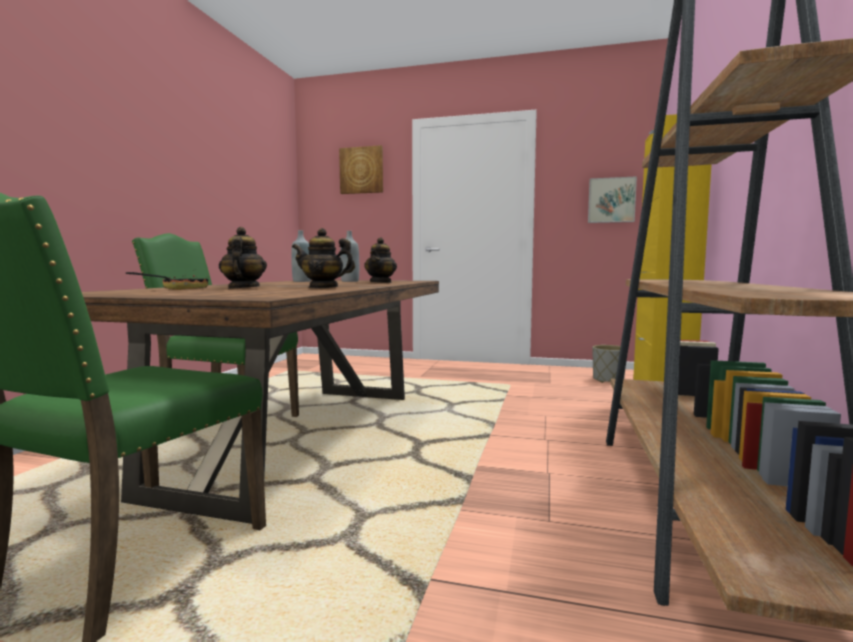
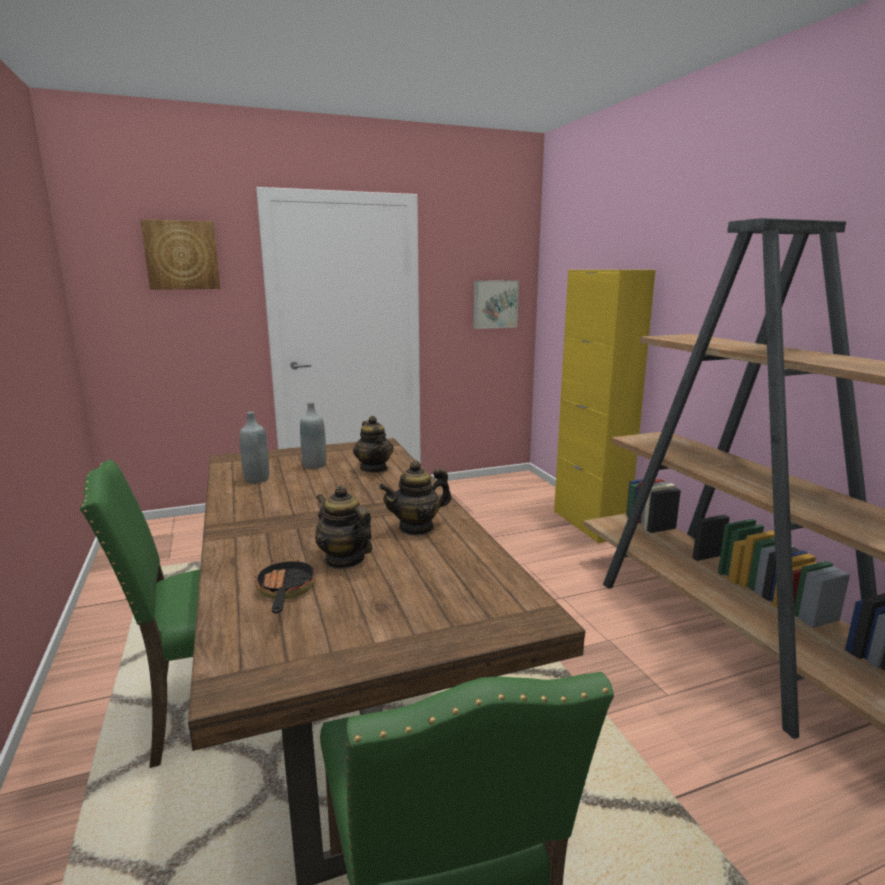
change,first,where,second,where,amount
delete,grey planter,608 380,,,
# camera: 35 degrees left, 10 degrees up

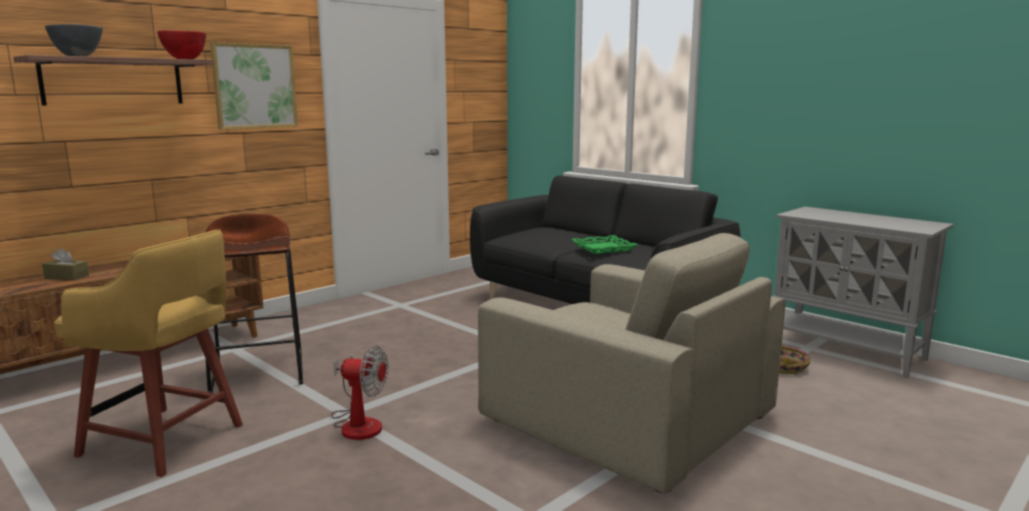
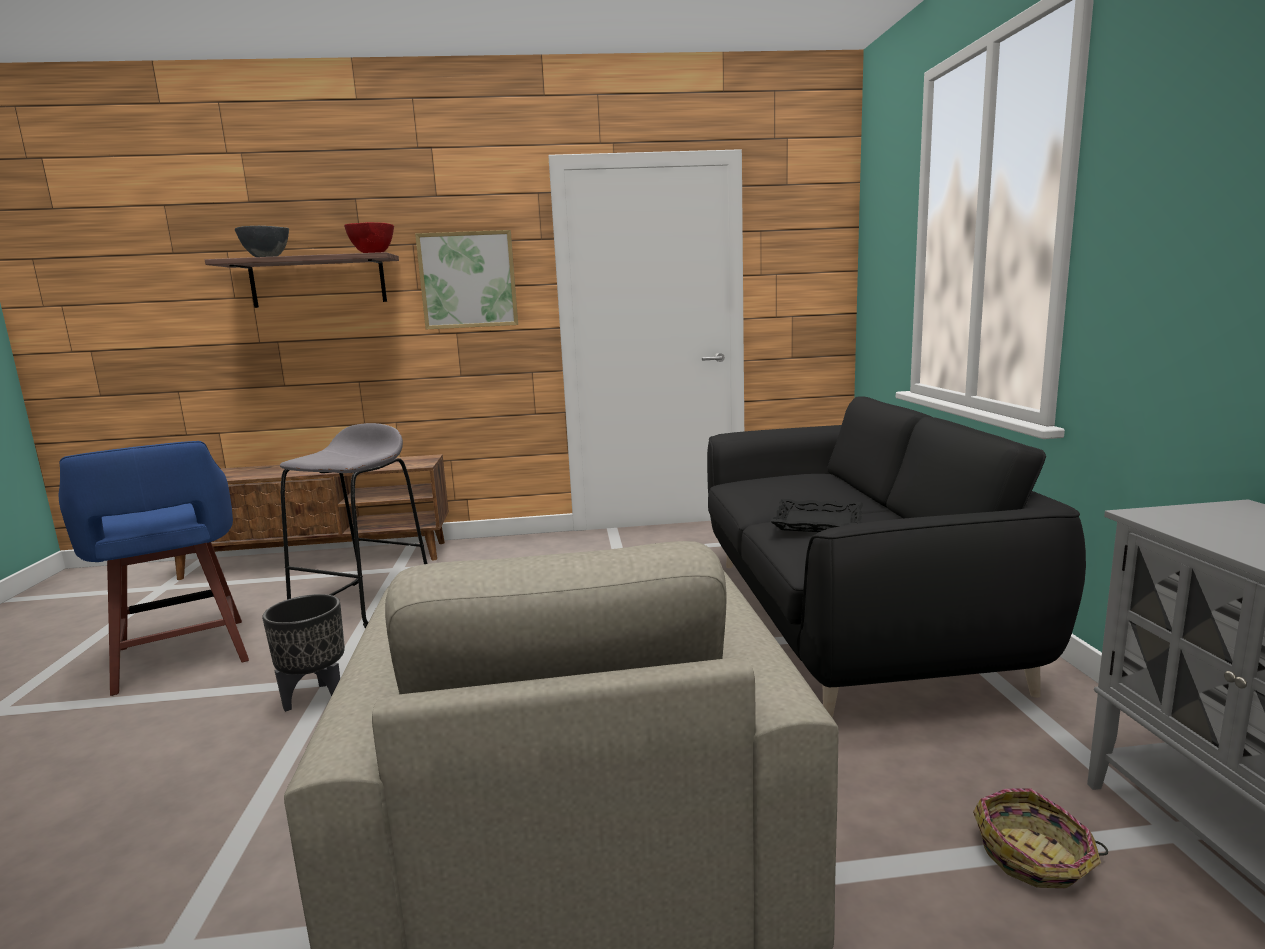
change,first,where,second,where,amount
delete,brown tissue box,66 277,,,
replace,fan,358 423,black planter,317 698,
recolor,yellow stool,165 441,blue stool,181 657,
recolor,brown stool,258 373,grey stool,364 603,
recolor,green tray,603 248,black tray,817 523,
# camera: 40 degrees right, 0 degrees up

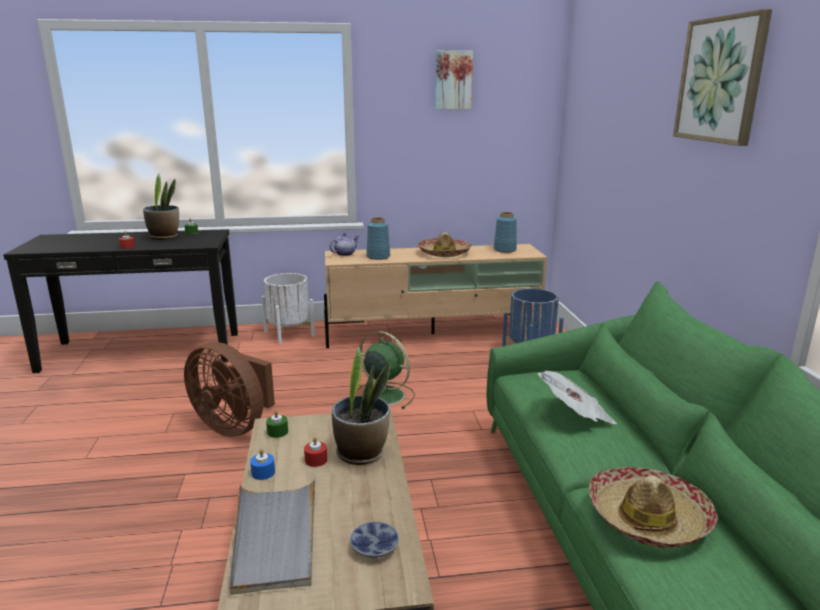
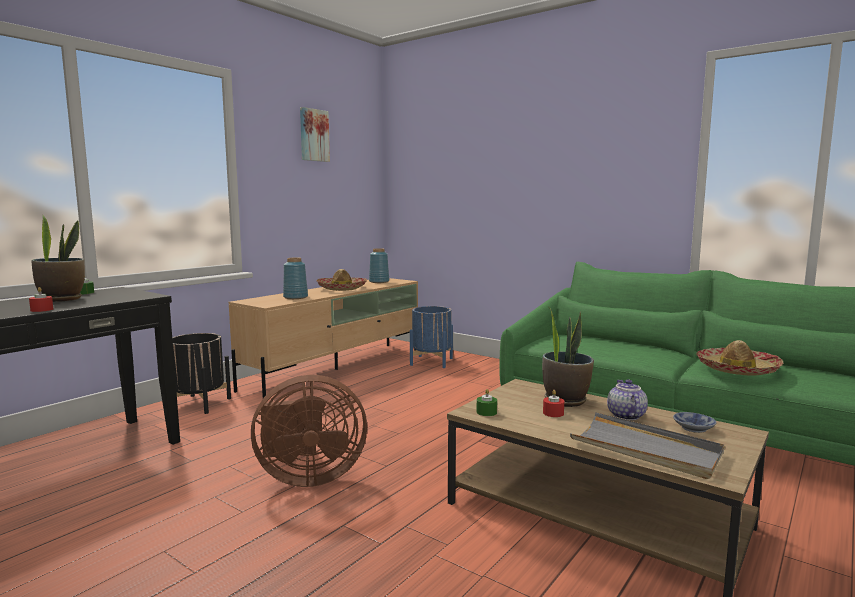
change,first,where,second,where,amount
delete,blue candle,263 472,,,
delete,green fan,382 395,,,
delete,newspaper,575 416,,,
delete,picture,721 80,,,
move,teapot,345 254,,625 415,
recolor,white planter,289 334,black planter,199 404,
# camera: 45 degrees left, 10 degrees down

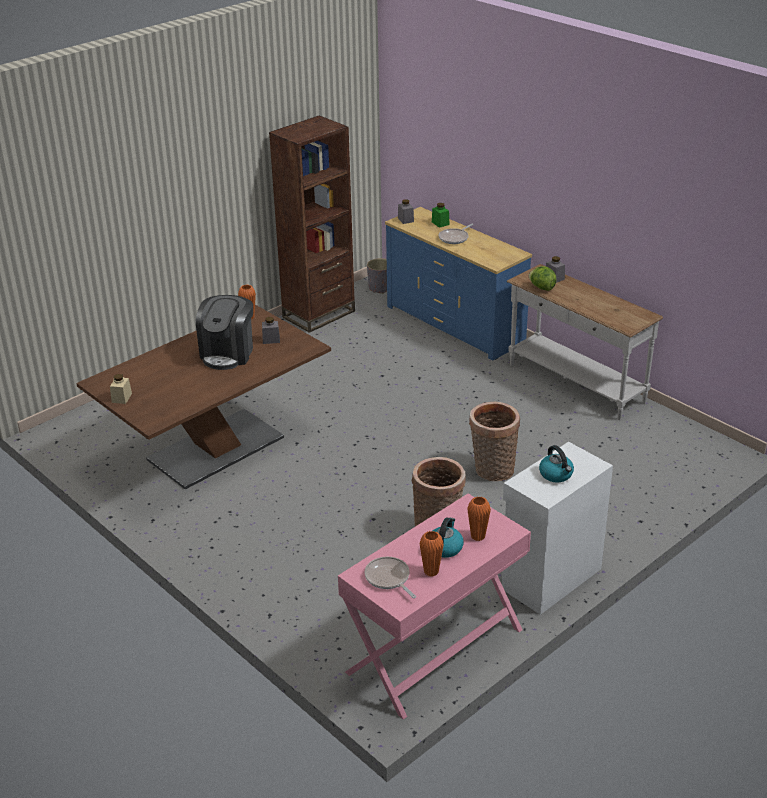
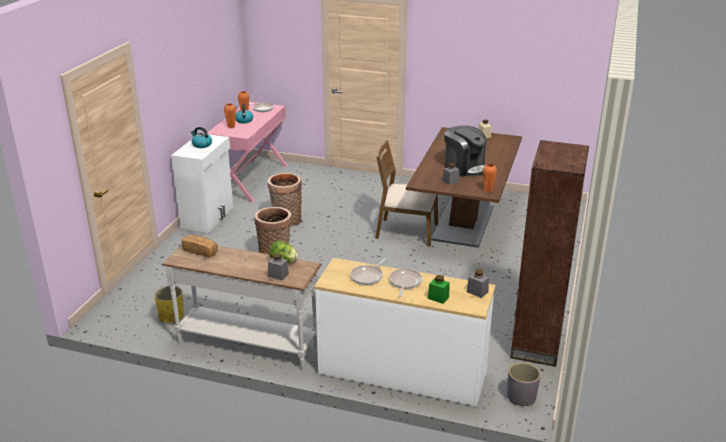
change,first,where,second,where,amount
insert,,,yellow planter,171 316,
insert,,,bread,201 251,
insert,,,frying pan,368 276,
insert,,,brown chair,406 231,
recolor,blue dresser,455 324,white dresser,402 374,
rotate,coffee machine,228 353,,464 167,150 degrees clockwise
# camera: 150 degrees right, 5 degrees down

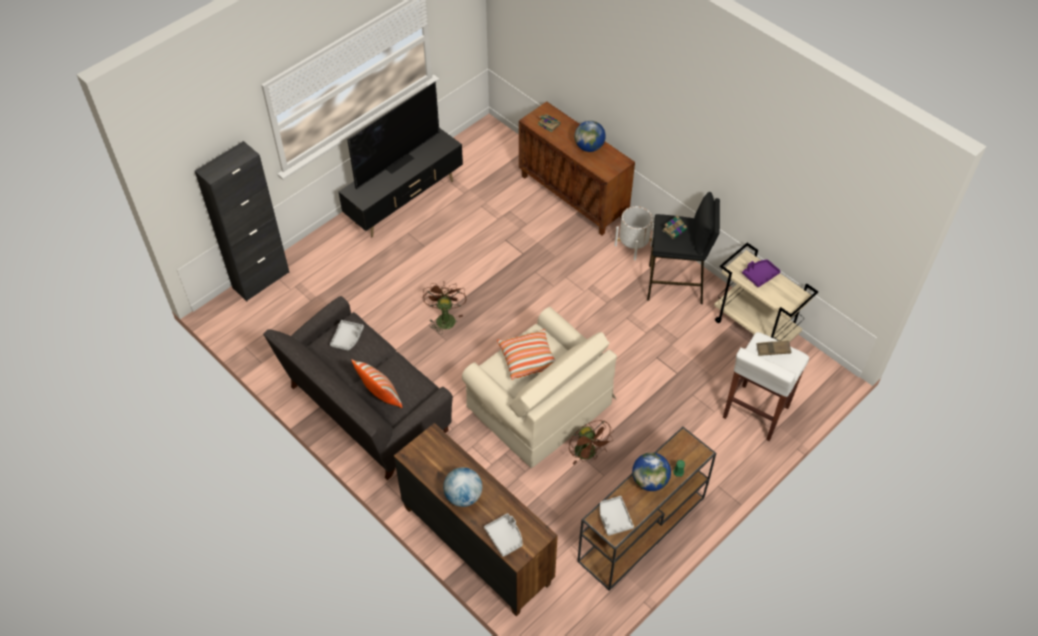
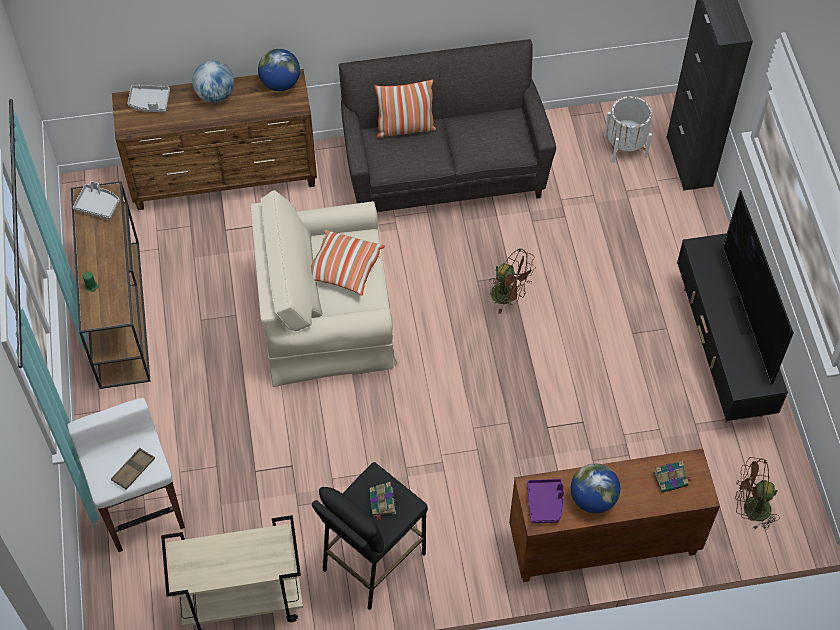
change,first,where,second,where,amount
delete,grey tray,347 338,,,
move,brown fan,588 454,,750 509,
move,white planter,633 245,,625 146,
move,globe,649 481,,280 83,
move,purple tray,760 275,,545 503,
# camera: 125 degrees right, 5 degrees up

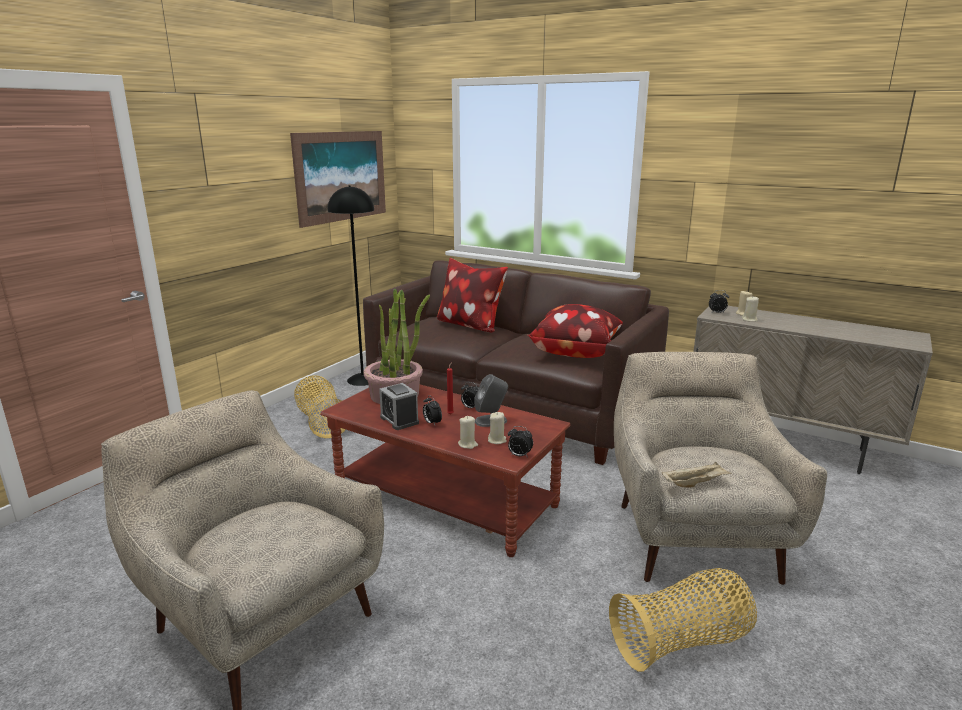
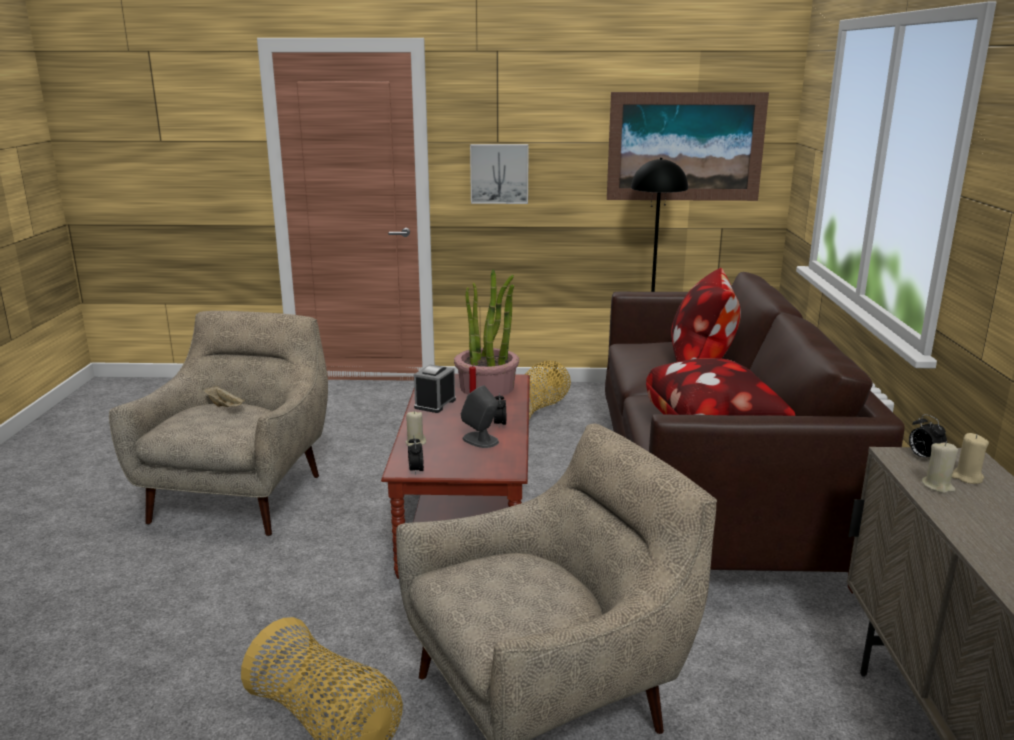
change,first,where,second,where,amount
delete,alarm clock,432 423,,,
delete,beige candle,497 440,,,
insert,,,picture,499 173,
move,beige tray,694 483,,225 406,
# camera: 60 degrees right, 0 degrees up

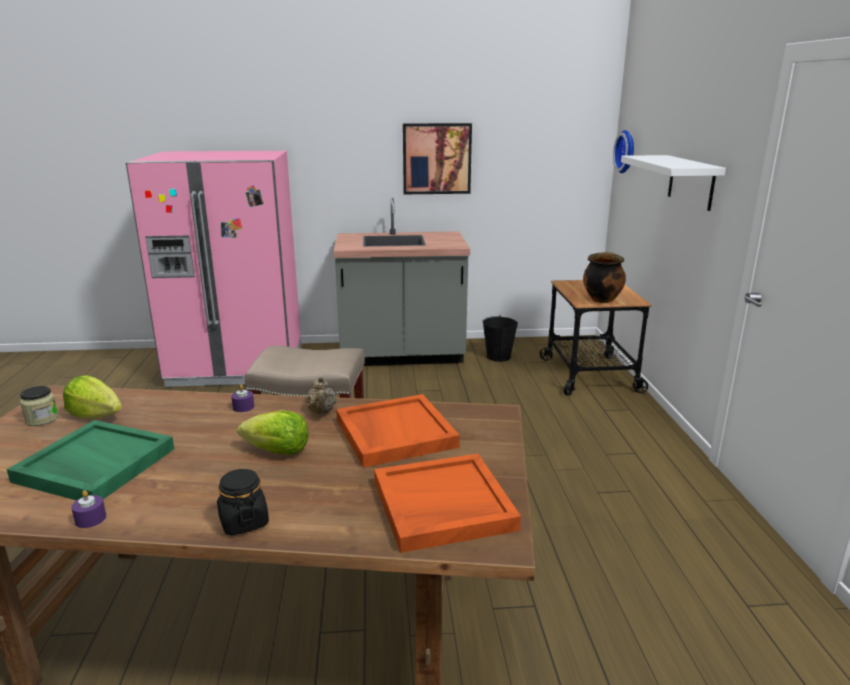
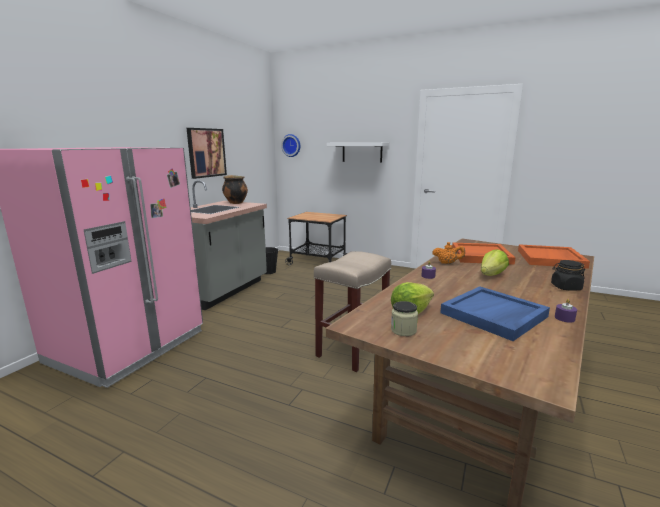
change,first,where,second,where,amount
move,cooking pot,601 299,,235 203,
recolor,green tray,94 465,blue tray,494 315,
recolor,beige teapot,322 412,orange teapot,447 263,
# camera: 60 degrees left, 5 degrees down

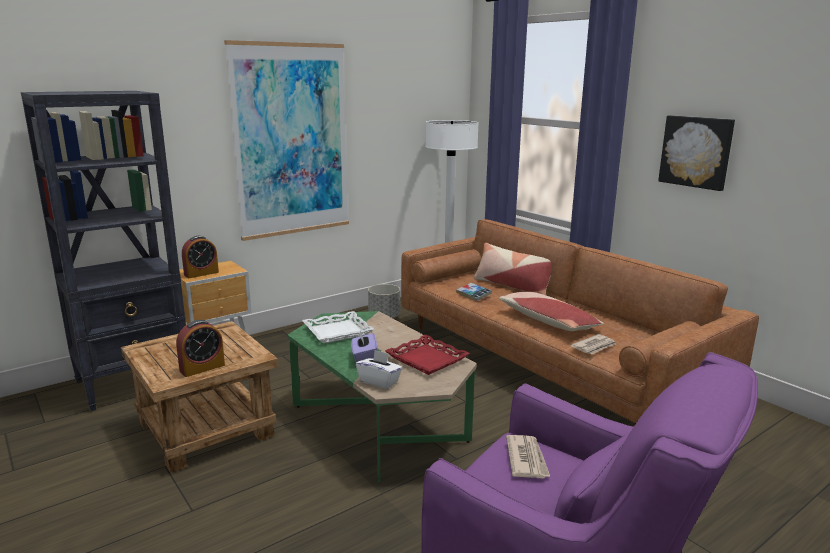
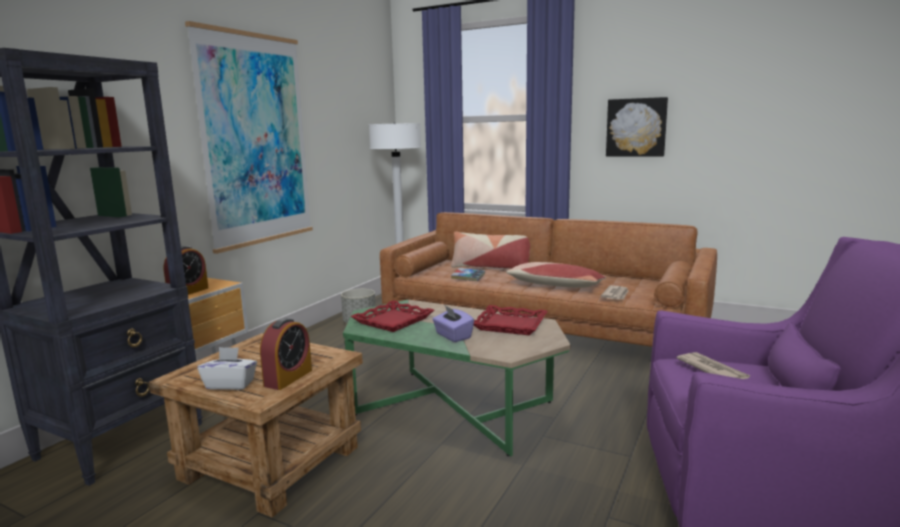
change,first,where,second,where,amount
move,white tissue box,379 381,,230 384,
recolor,white tray,337 332,red tray,393 321,
# camera: 25 degrees left, 5 degrees down

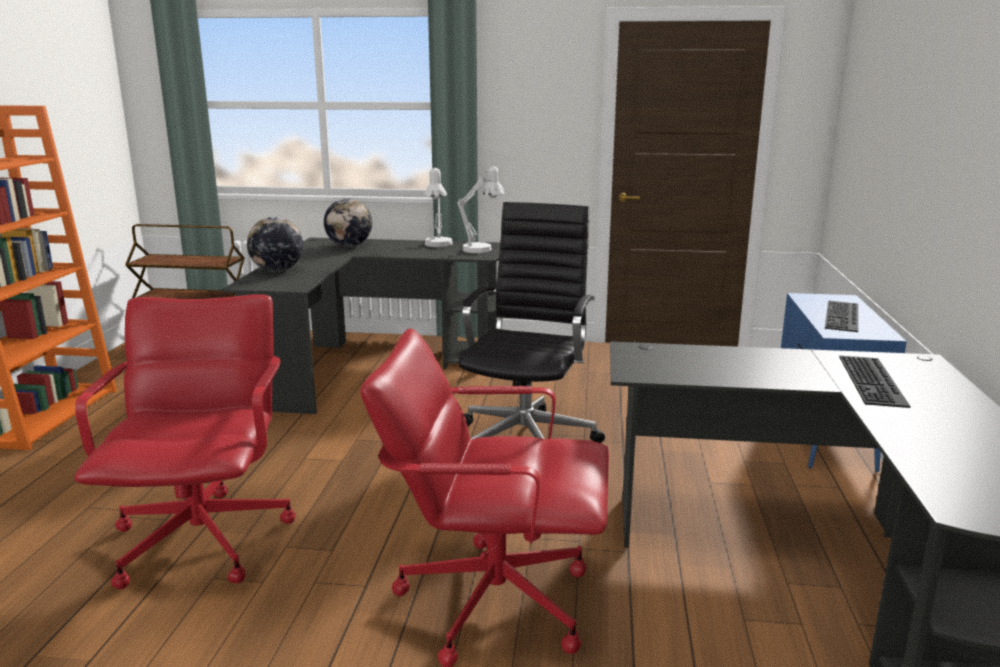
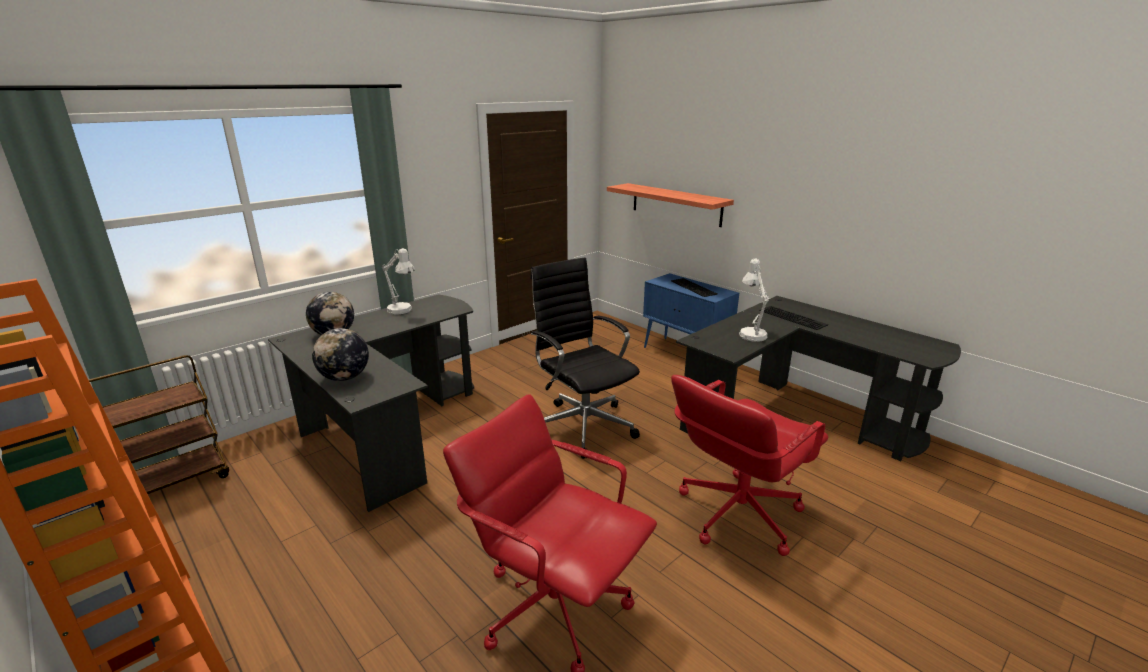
change,first,where,second,where,amount
insert,,,shelf,676 204,
move,white table lamp,481 249,,751 333,
# camera: 50 degrees left, 5 degrees up

